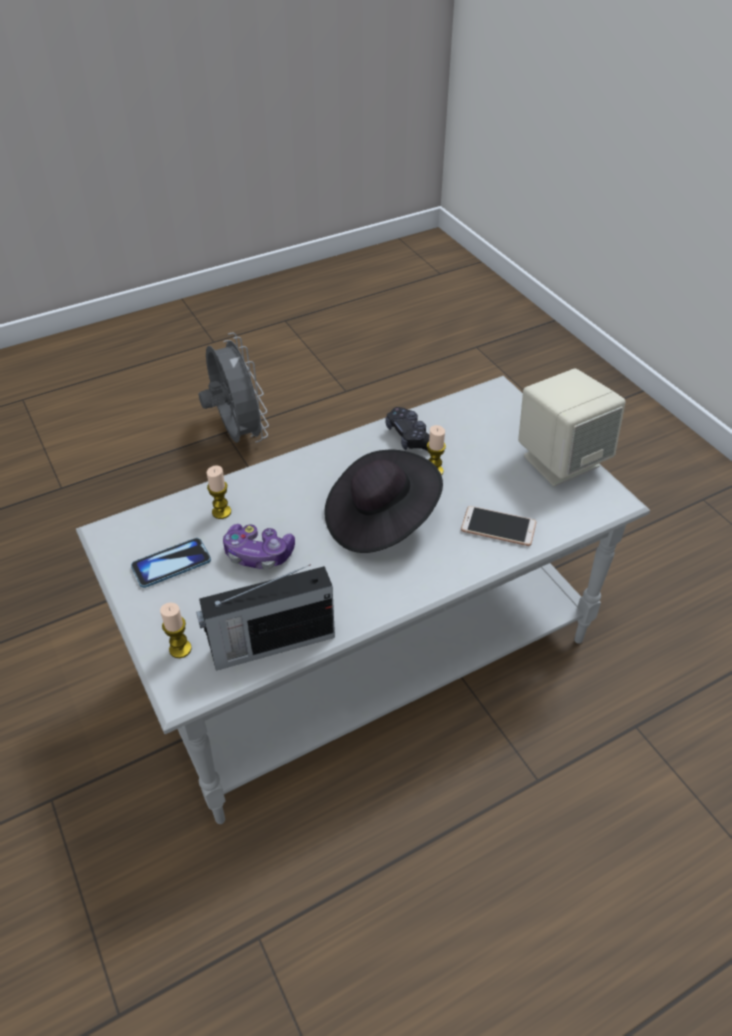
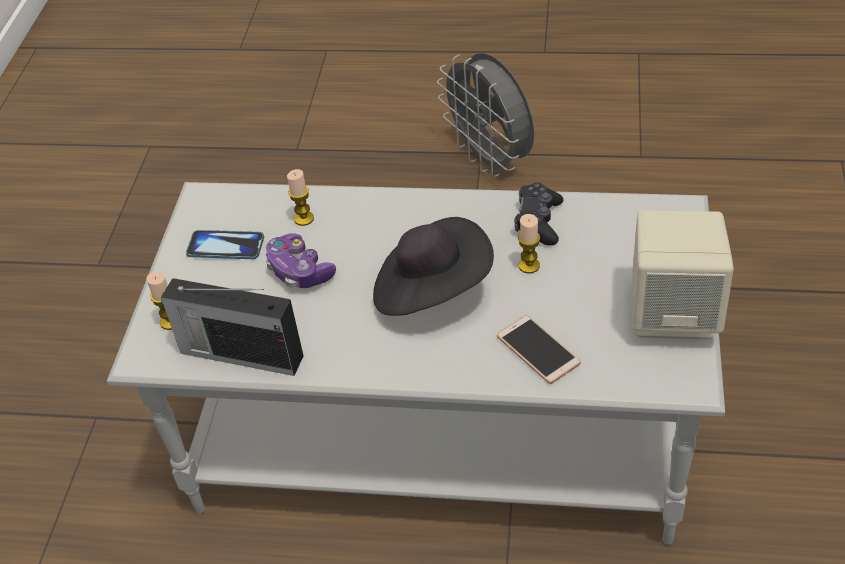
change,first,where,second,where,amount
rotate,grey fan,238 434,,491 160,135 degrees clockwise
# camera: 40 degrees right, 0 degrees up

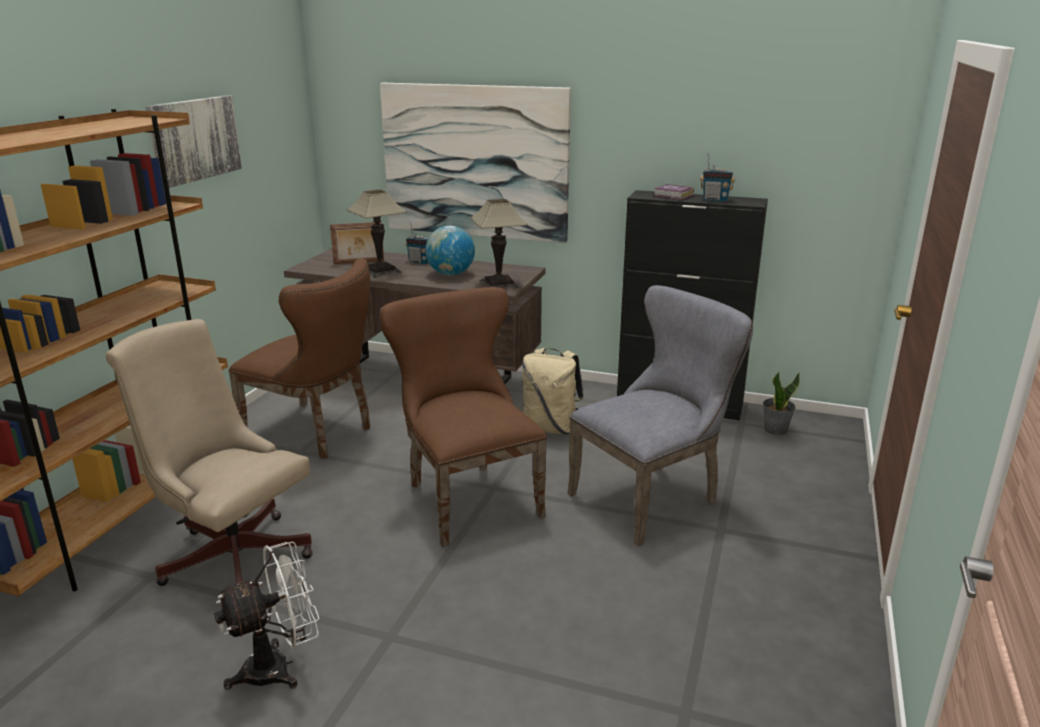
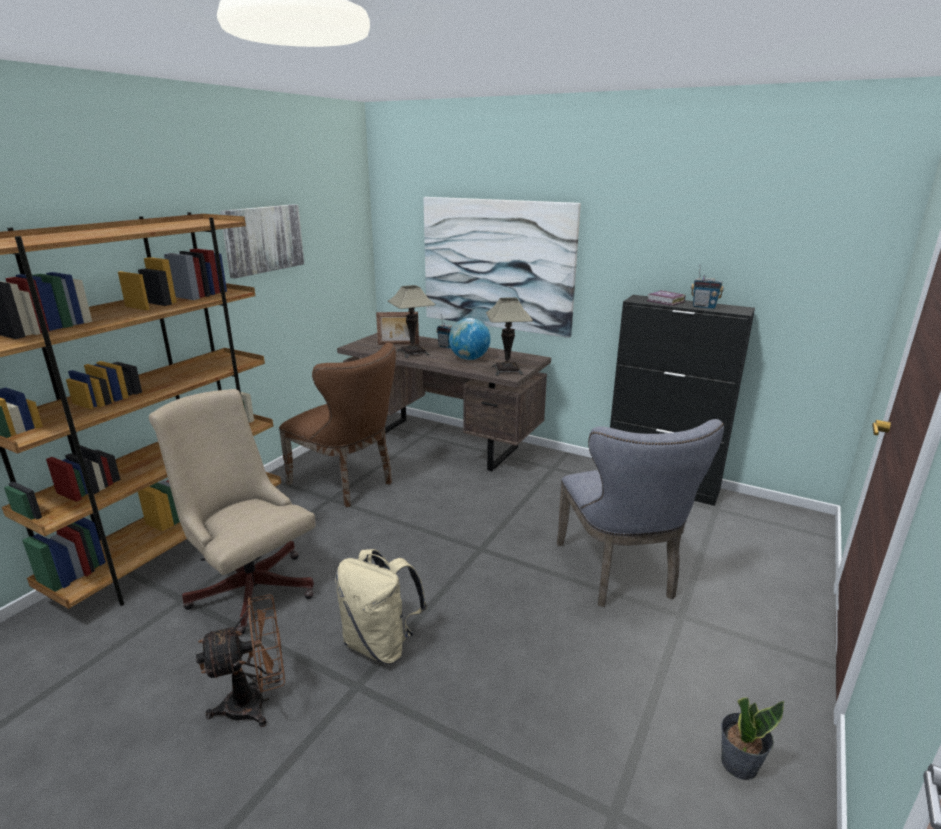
change,first,where,second,where,amount
delete,brown chair,466 497,,,
move,beige backpack,551 428,,381 644,
move,potted plant,775 429,,738 763,
recolor,white fan,279 667,brown fan,256 703,
rotate,grey chair,652 497,,620 574,105 degrees clockwise
# camera: 10 degrees right, 0 degrees up

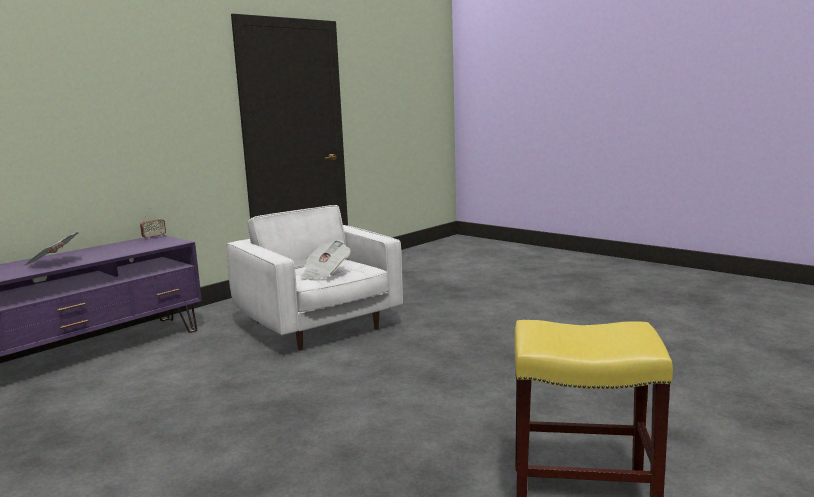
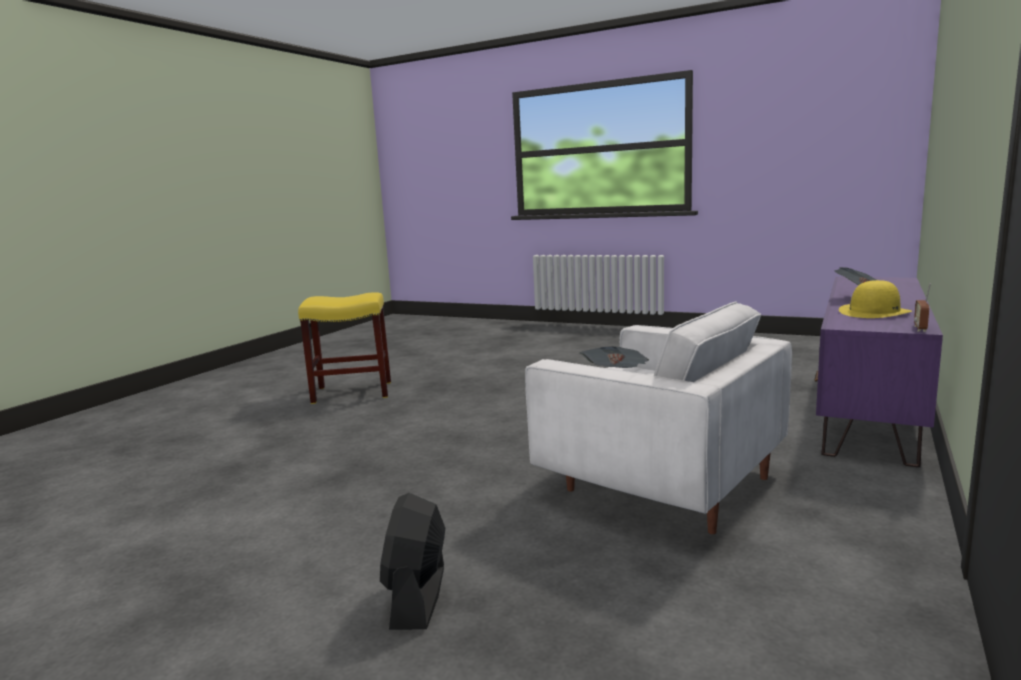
change,first,where,second,where,amount
insert,,,black fan,418 597,
insert,,,yellow hat,874 312,
# camera: 165 degrees right, 0 degrees up

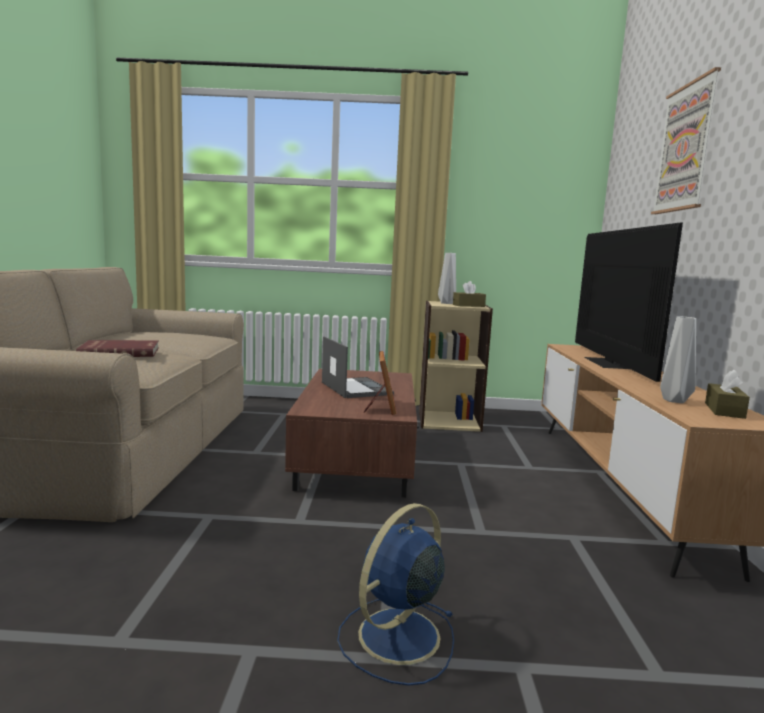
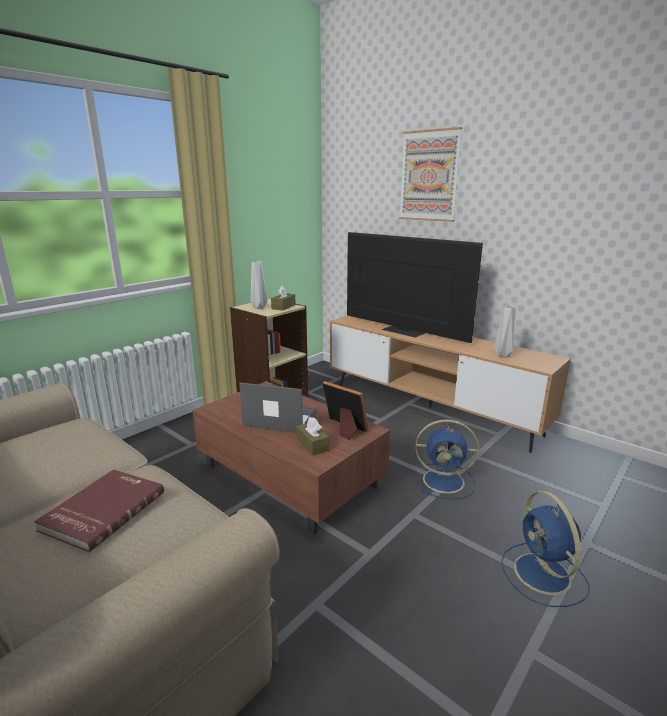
change,first,where,second,where,amount
insert,,,blue fan,445 481,
move,brown tissue box,724 410,,312 445,
# camera: 50 degrees left, 10 degrees up

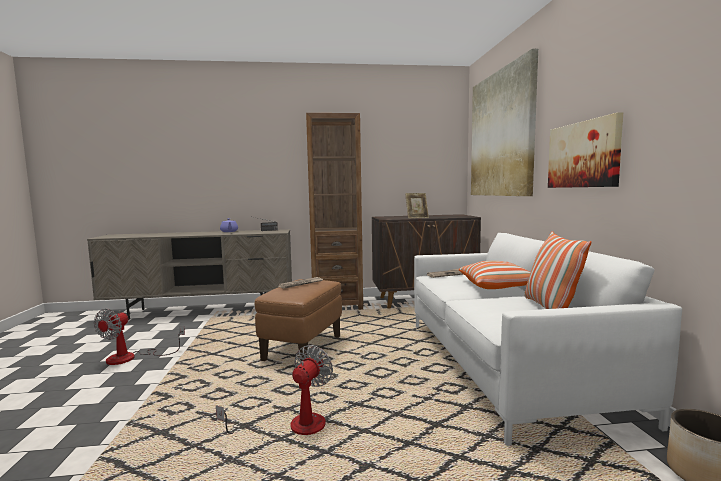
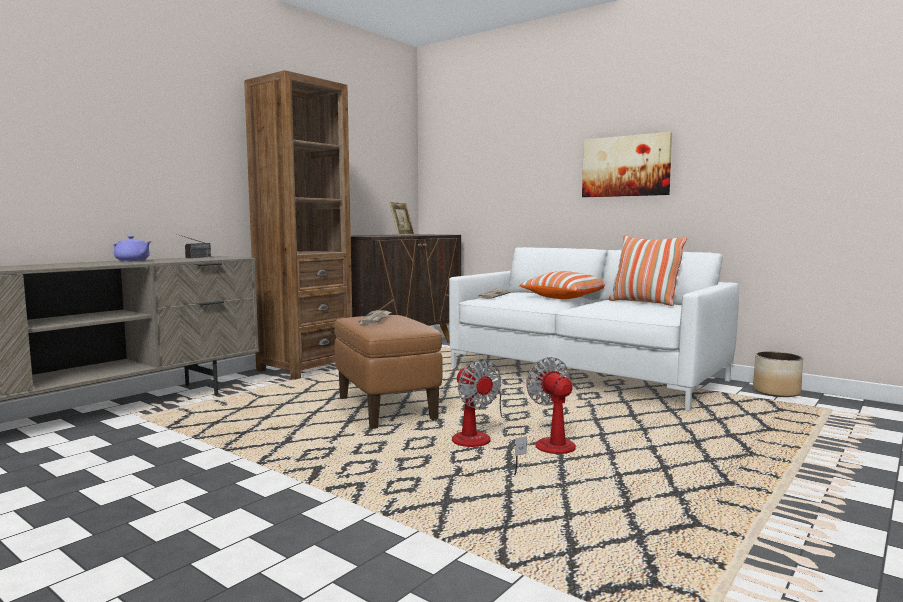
change,first,where,second,where,amount
delete,picture,501 134,,,
move,fan,131 357,,476 436,
# camera: 45 degrees left, 0 degrees up

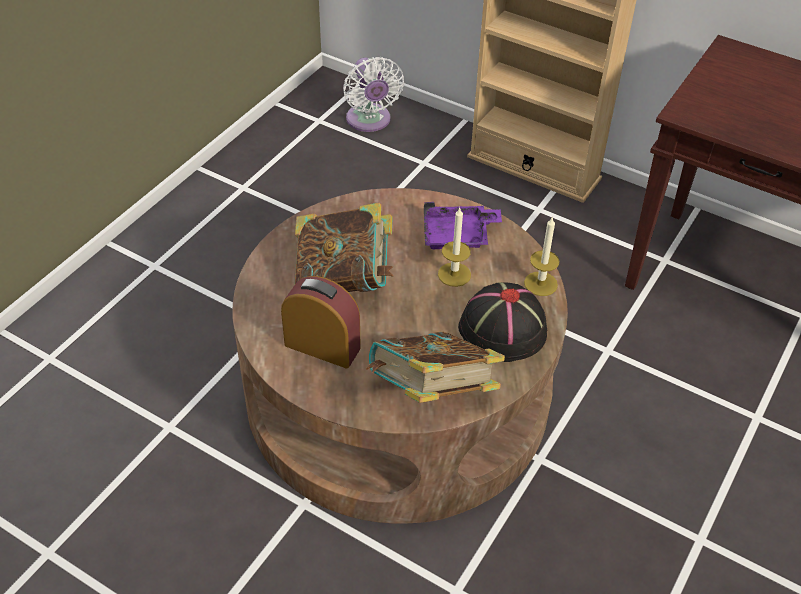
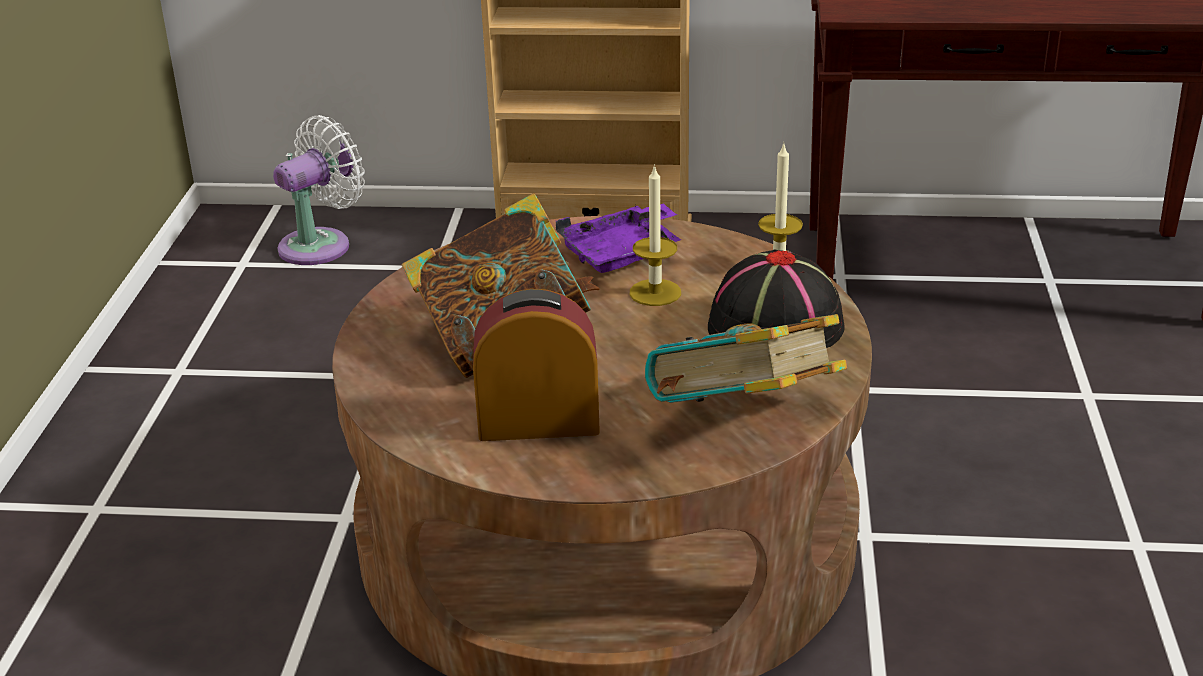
change,first,where,second,where,amount
rotate,white fan,369 121,,321 245,90 degrees counterclockwise
# camera: 25 degrees left, 15 degrees down

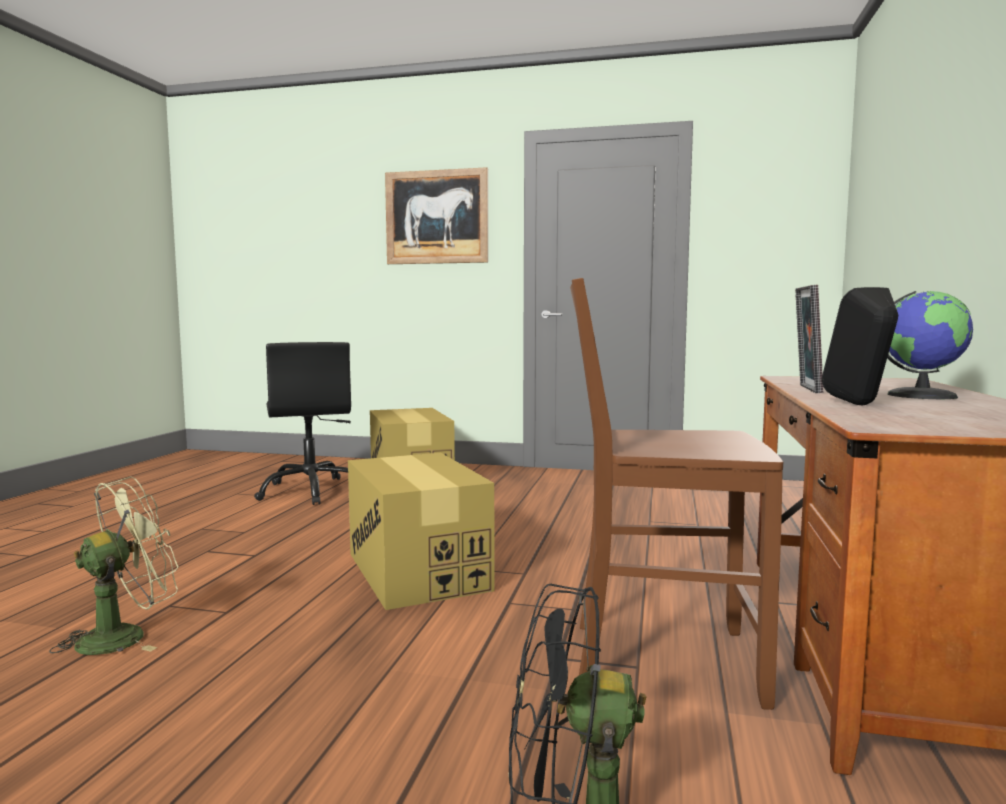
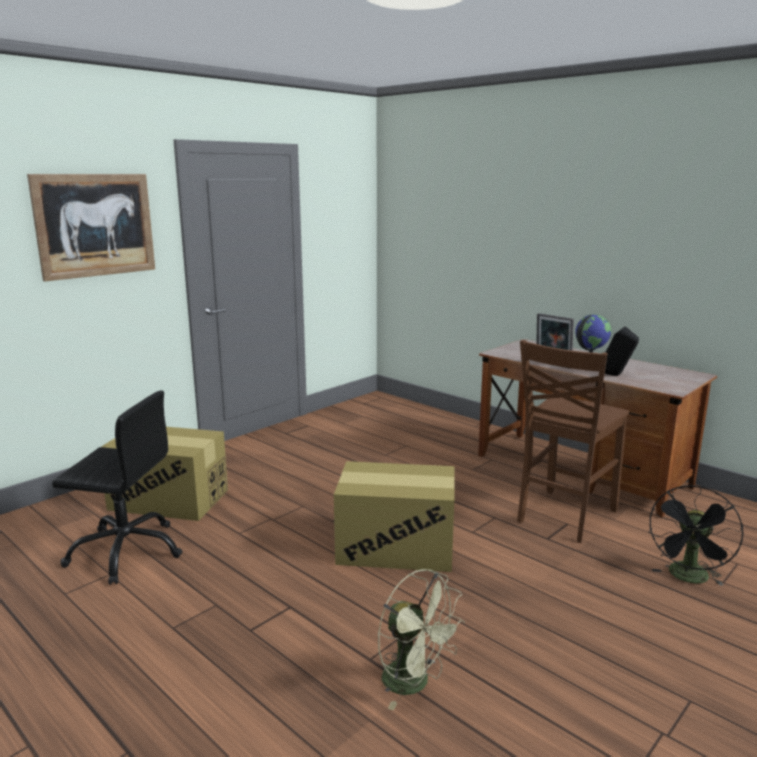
change,first,where,second,where,amount
rotate,green fan,125 636,,415 683,150 degrees clockwise
# camera: 60 degrees left, 10 degrees up

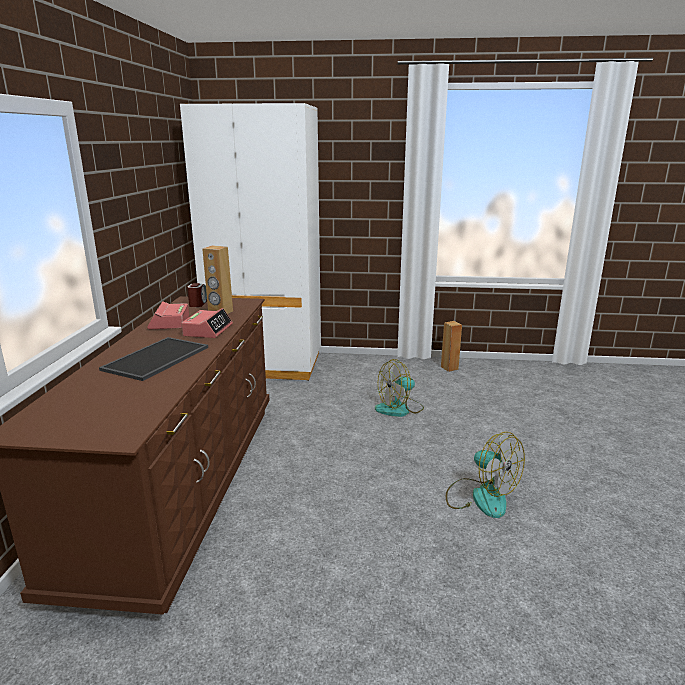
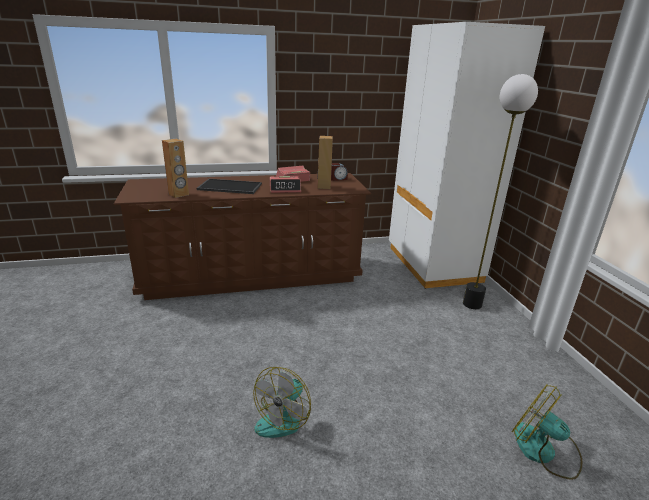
change,first,where,second,where,amount
insert,,,floor lamp,472 304,
move,fan,399 409,,543 451,
move,brown speaker,449 368,,179 194,
# camera: 70 degrees right, 5 degrees up

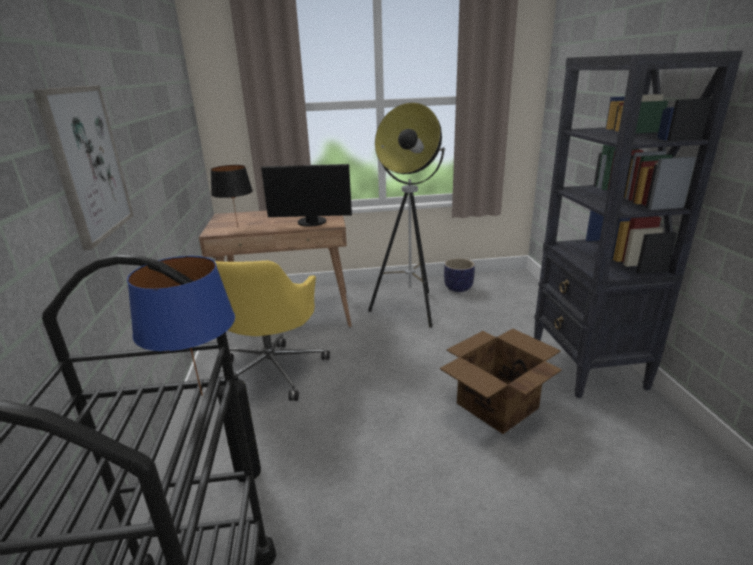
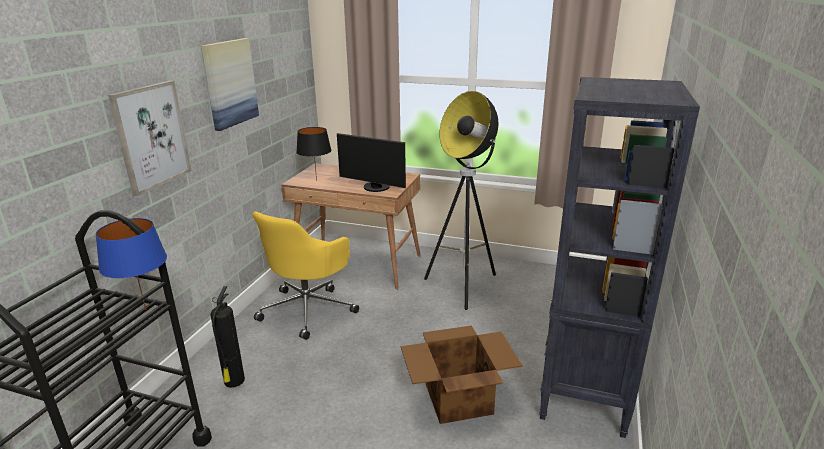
change,first,where,second,where,amount
delete,planter,458 288,,,
insert,,,picture,230 83,
# camera: 25 degrees right, 0 degrees up

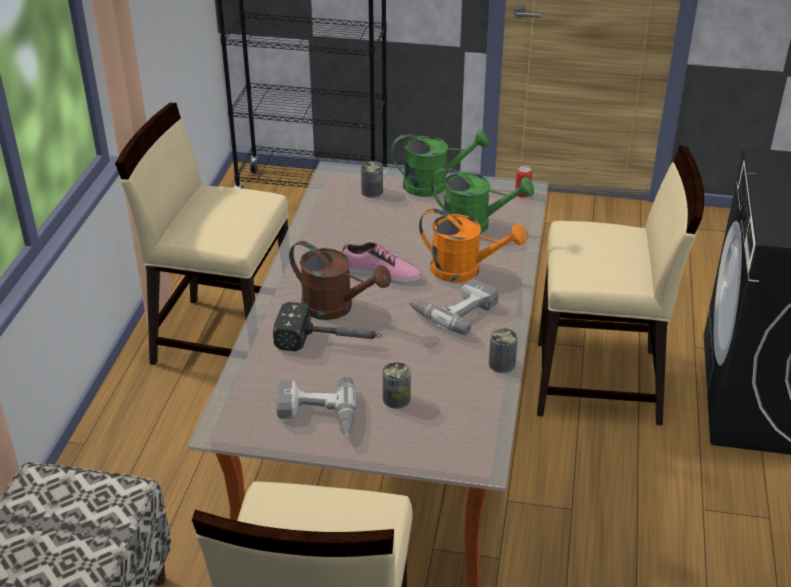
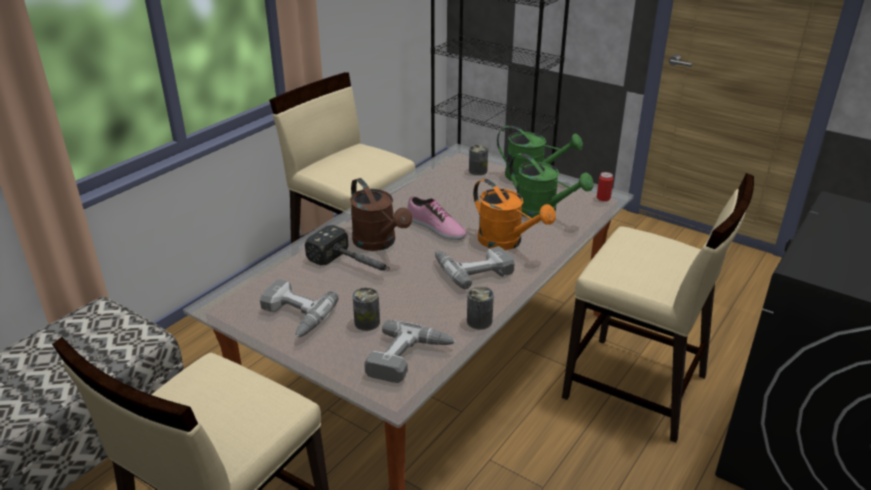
change,first,where,second,where,amount
insert,,,power drill,409 359,
# camera: 25 degrees right, 5 degrees down

